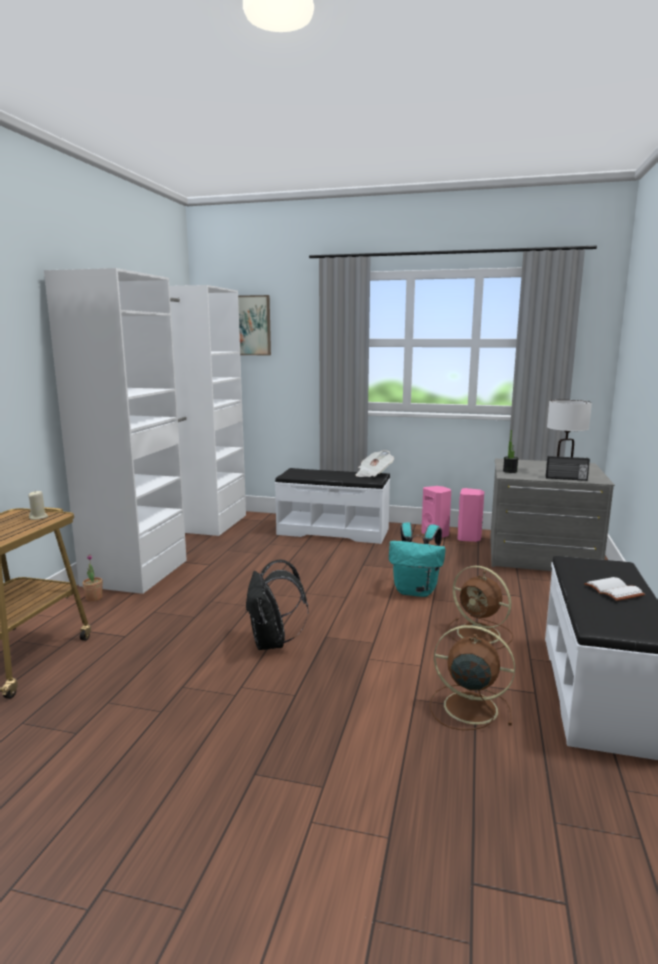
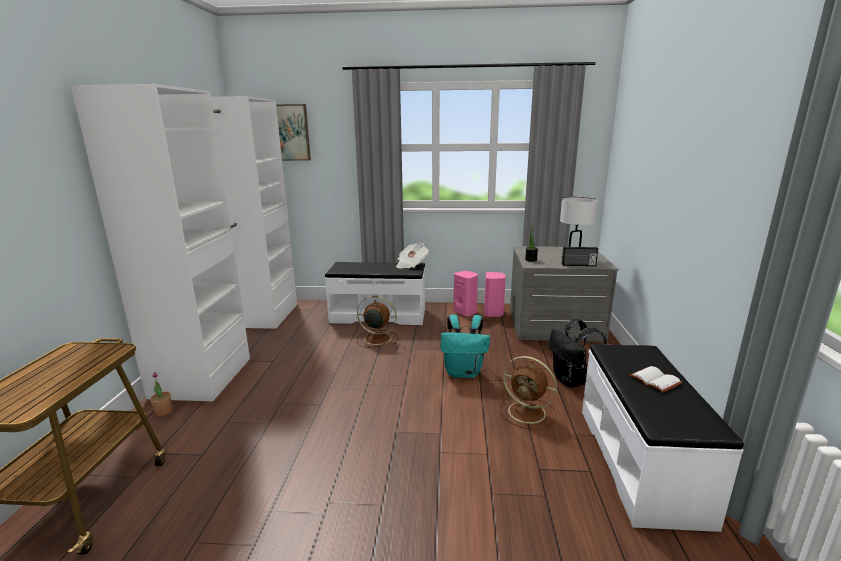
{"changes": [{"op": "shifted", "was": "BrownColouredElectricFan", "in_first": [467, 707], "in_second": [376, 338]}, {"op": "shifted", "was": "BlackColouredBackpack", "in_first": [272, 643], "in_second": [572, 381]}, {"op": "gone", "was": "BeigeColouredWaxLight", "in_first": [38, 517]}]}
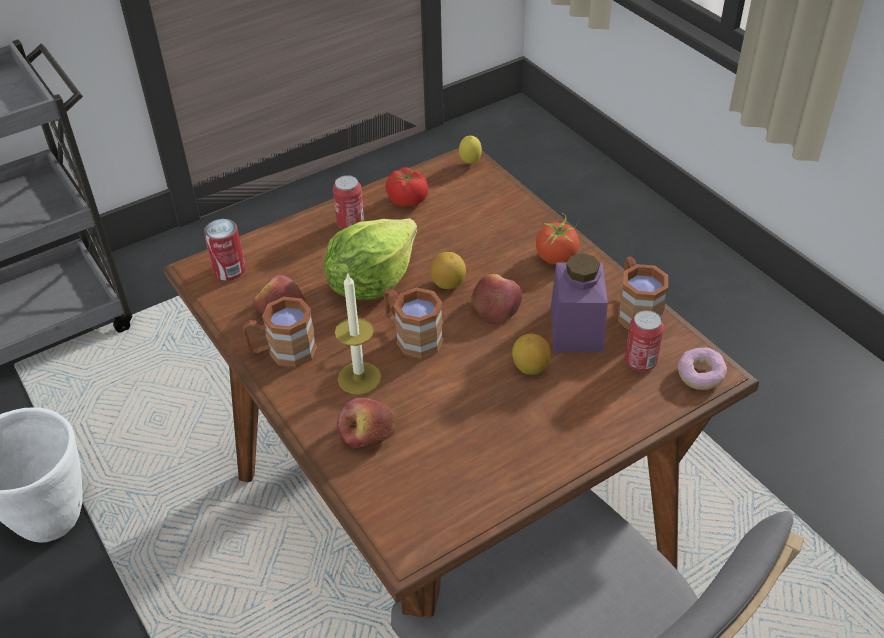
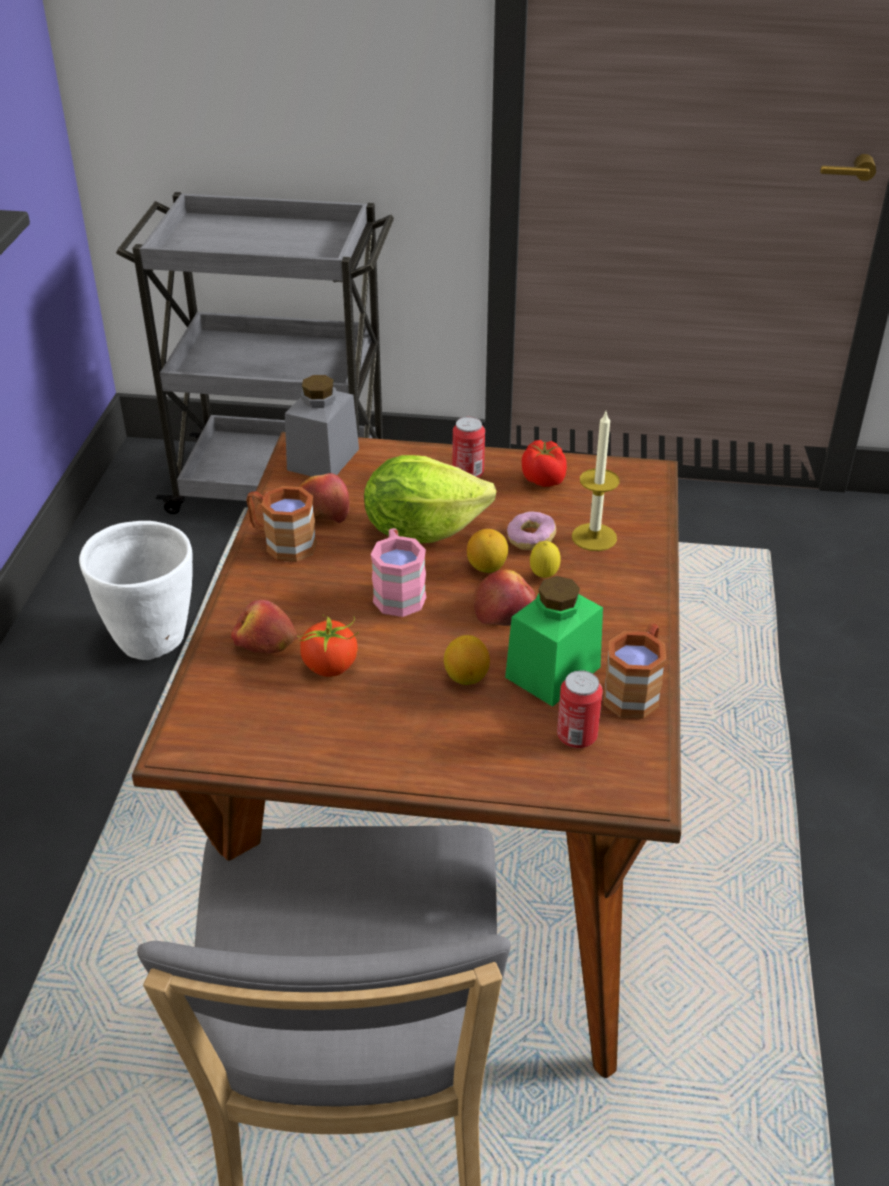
{"changes": [{"op": "swapped", "was": "MetalCan", "now": "GreyPreserveJar", "in_first": [229, 270], "in_second": [323, 459]}, {"op": "shifted", "was": "Tomato", "in_first": [556, 257], "in_second": [330, 666]}, {"op": "repainted", "was": "BrownColouredCoffeeMug", "now": "PinkCoffeeMug", "in_first": [412, 337], "in_second": [398, 591]}, {"op": "repainted", "was": "PurplishPreserveJar", "now": "GreenColouredPreserveJar", "in_first": [576, 329], "in_second": [553, 672]}, {"op": "shifted", "was": "Doughnut", "in_first": [700, 376], "in_second": [531, 540]}, {"op": "shifted", "was": "WholeLemon", "in_first": [470, 163], "in_second": [544, 577]}, {"op": "shifted", "was": "WaxLight", "in_first": [359, 378], "in_second": [594, 537]}]}
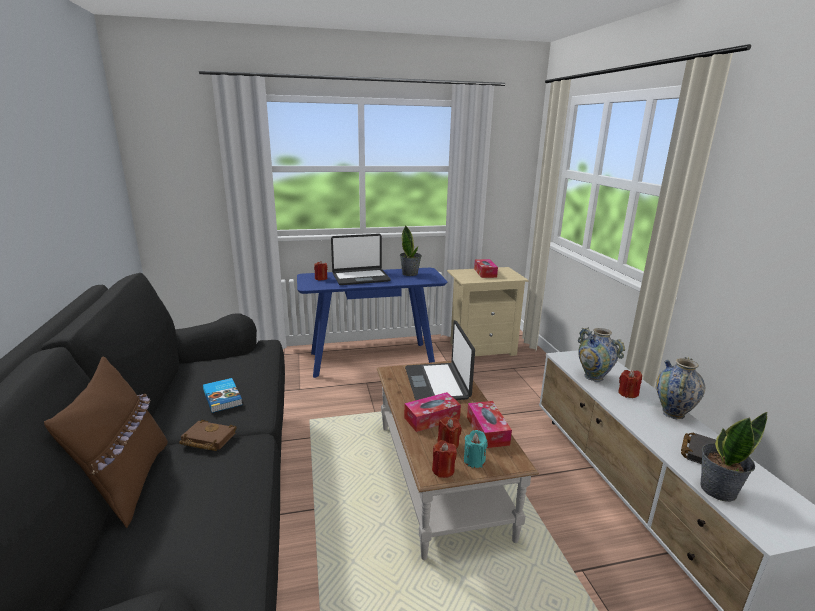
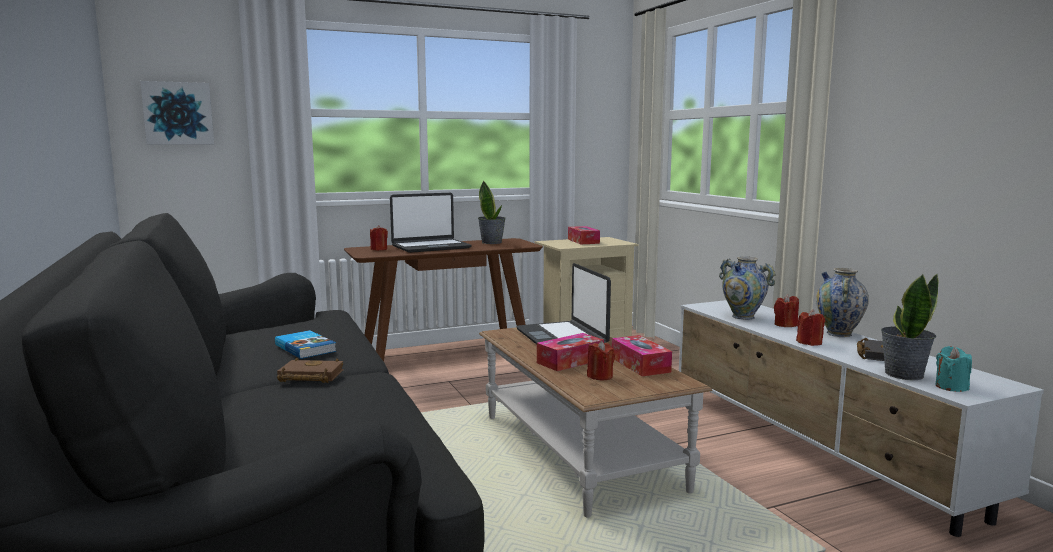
{"changes": [{"op": "new", "now": "WallArt", "in_second": [178, 113]}, {"op": "repainted", "was": "BlueHallTable", "now": "BrownColouredHallTable", "in_first": [372, 359], "in_second": [446, 360]}, {"op": "shifted", "was": "ReddishWaxLight", "in_first": [443, 470], "in_second": [809, 342]}, {"op": "shifted", "was": "TurquoiseColouredWaxLight", "in_first": [474, 460], "in_second": [951, 387]}, {"op": "gone", "was": "BrownColouredThrowPillow", "in_first": [128, 483]}]}
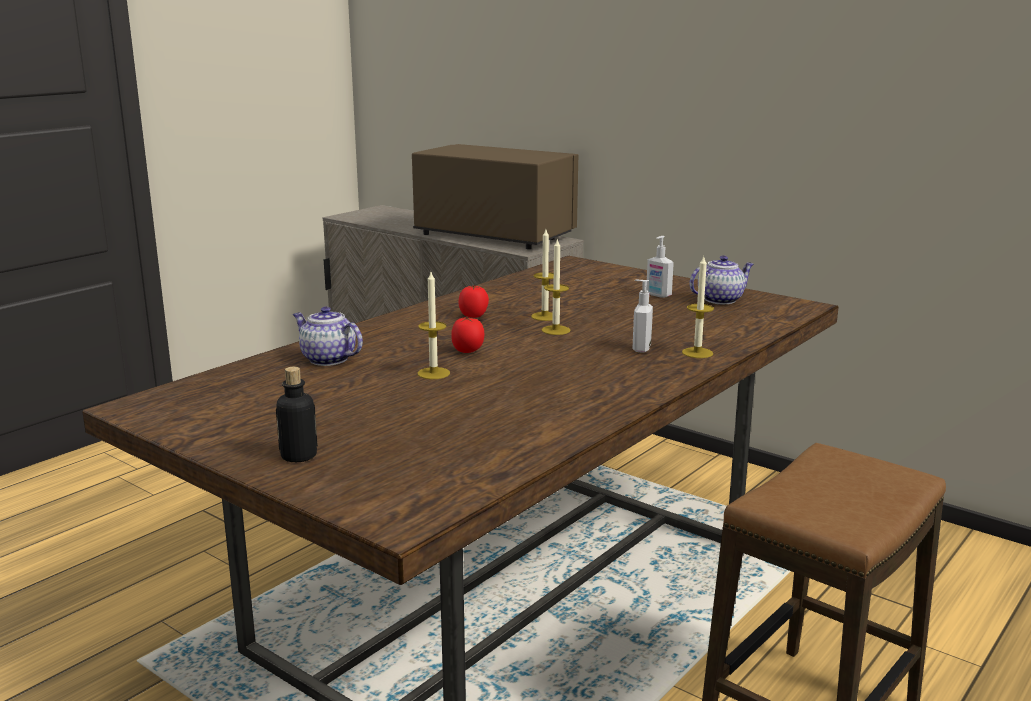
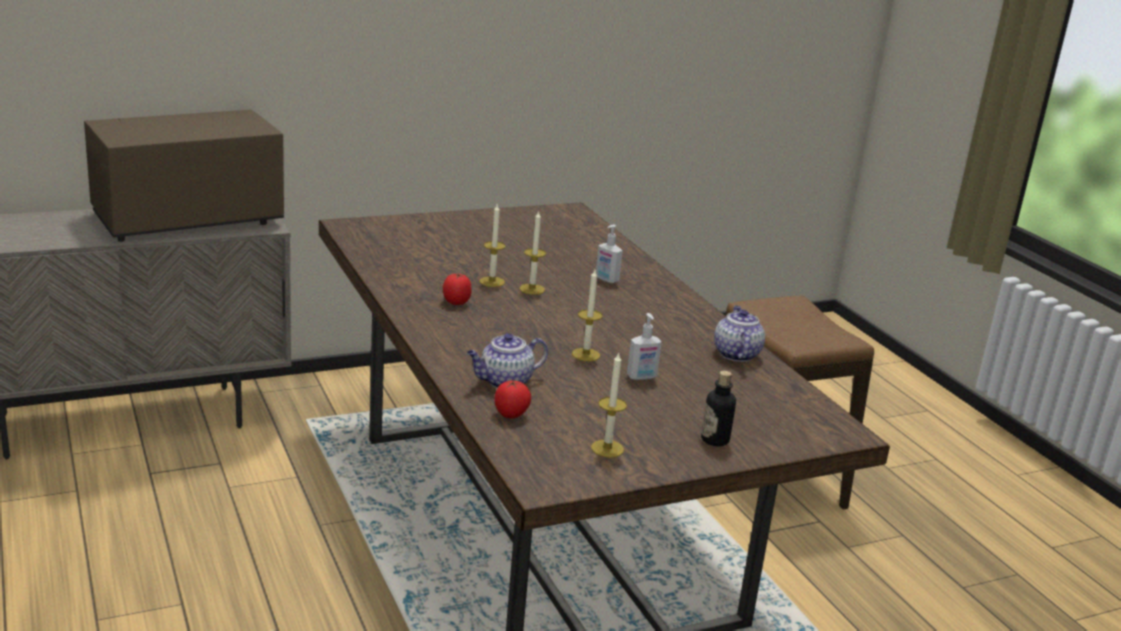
{"changes": [{"op": "shifted", "was": "Tomato", "in_first": [468, 351], "in_second": [511, 415]}, {"op": "shifted", "was": "WaxLight", "in_first": [697, 353], "in_second": [607, 448]}, {"op": "shifted", "was": "LiquidSoapBottle", "in_first": [658, 295], "in_second": [642, 377]}, {"op": "shifted", "was": "Teapot", "in_first": [720, 300], "in_second": [735, 354]}]}
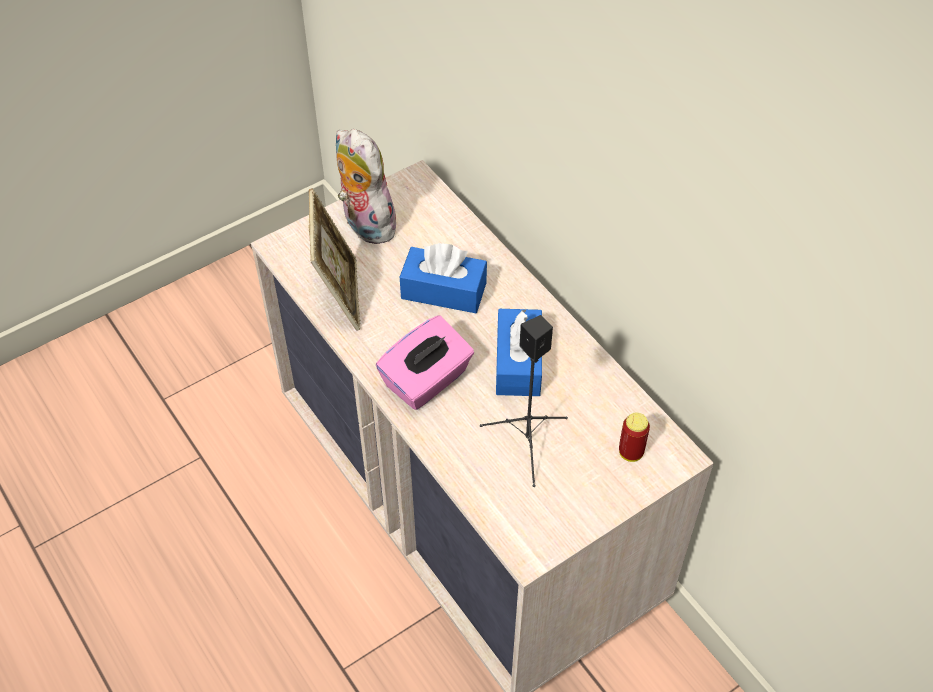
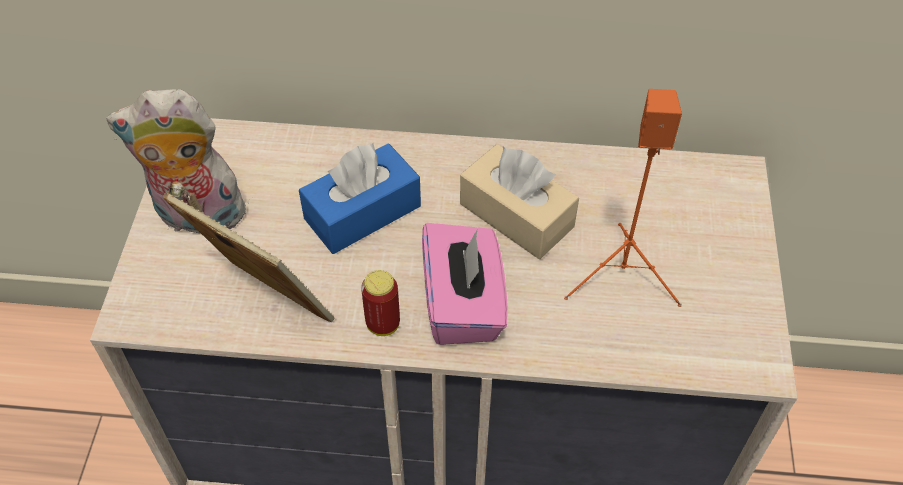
{"changes": [{"op": "shifted", "was": "MetalCan", "in_first": [630, 452], "in_second": [383, 324]}, {"op": "repainted", "was": "BlueBoxOfTissues", "now": "BeigeColouredBoxOfTissues", "in_first": [518, 362], "in_second": [516, 215]}, {"op": "repainted", "was": "BlackColouredSpeaker", "now": "OrangeySpeaker", "in_first": [527, 443], "in_second": [623, 275]}]}
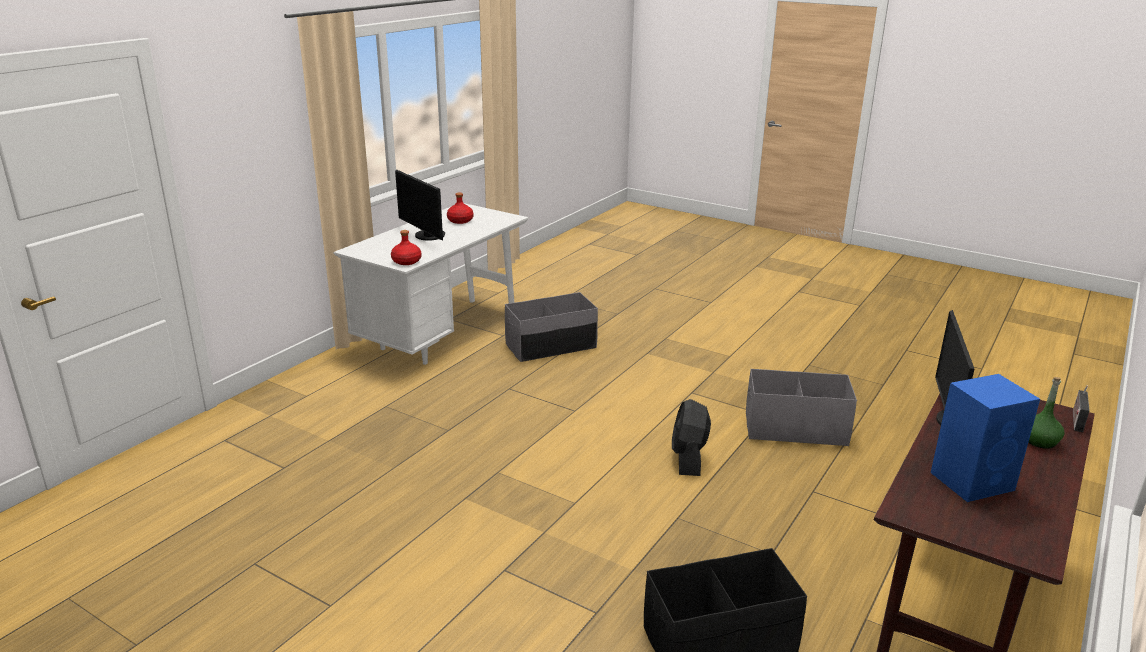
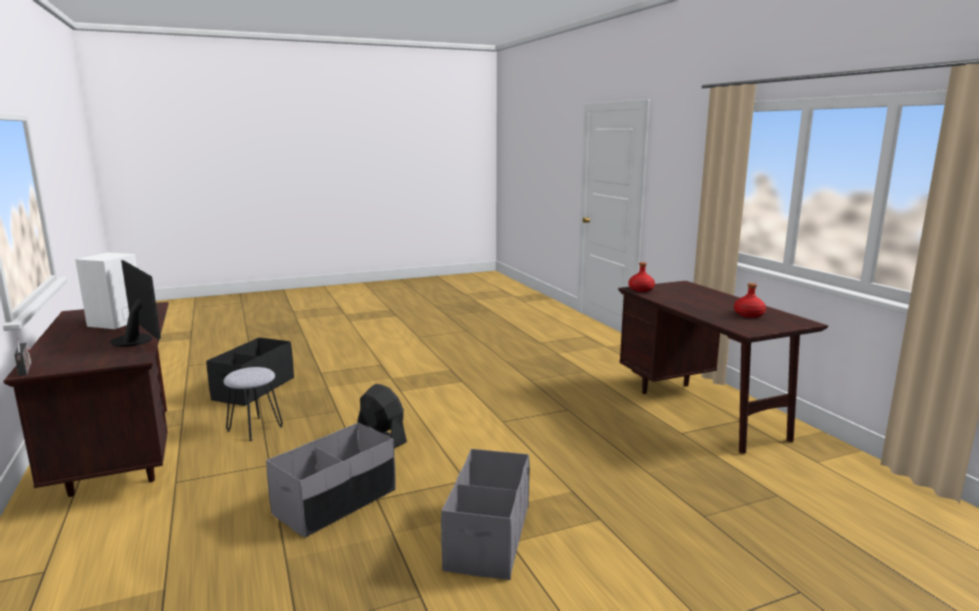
{"changes": [{"op": "repainted", "was": "BlueSpeaker", "now": "WhiteColouredSpeaker", "in_first": [973, 481], "in_second": [115, 322]}, {"op": "new", "now": "GreyStoolSeat", "in_second": [255, 429]}, {"op": "shifted", "was": "GreyStorageBox", "in_first": [551, 346], "in_second": [488, 537]}, {"op": "repainted", "was": "WhiteColouredDesk", "now": "BrownColouredDesk", "in_first": [442, 334], "in_second": [702, 410]}, {"op": "gone", "was": "ComputerScreen", "in_first": [427, 236]}, {"op": "gone", "was": "GreenColouredBeverageBottle", "in_first": [1039, 441]}]}
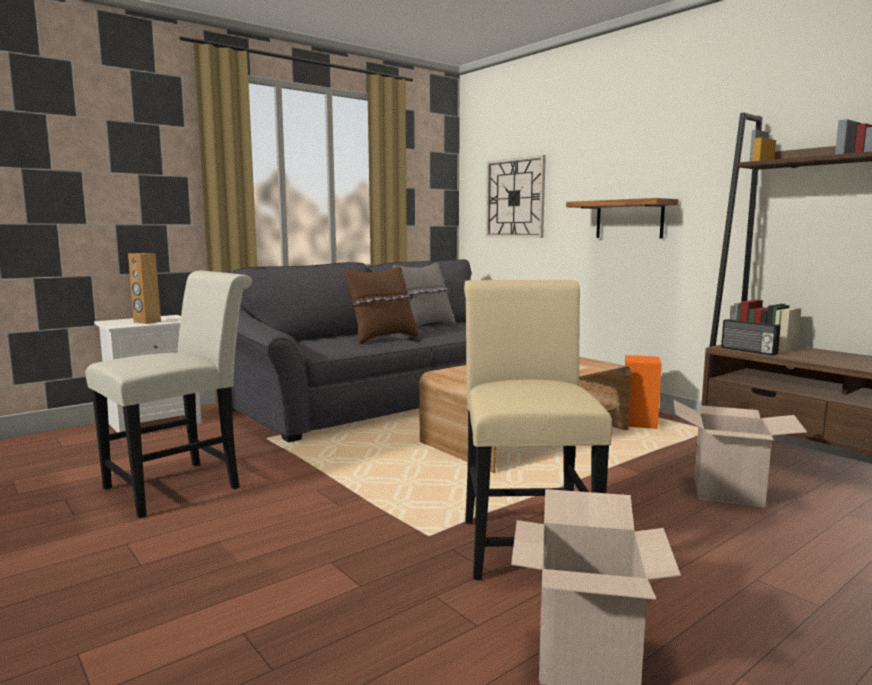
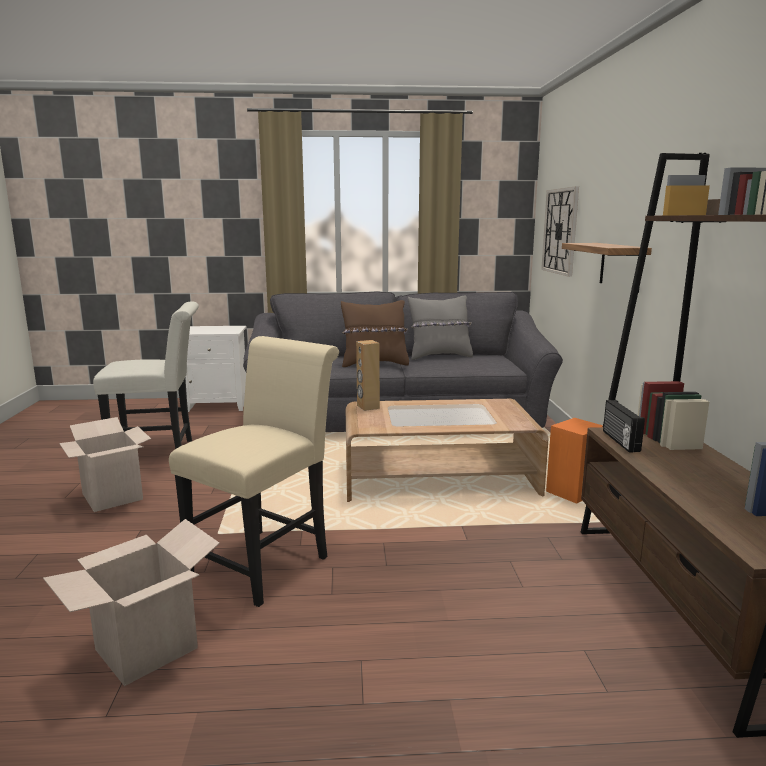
{"changes": [{"op": "shifted", "was": "Carton", "in_first": [728, 492], "in_second": [112, 497]}, {"op": "shifted", "was": "BrownColouredSpeaker", "in_first": [147, 322], "in_second": [367, 407]}]}
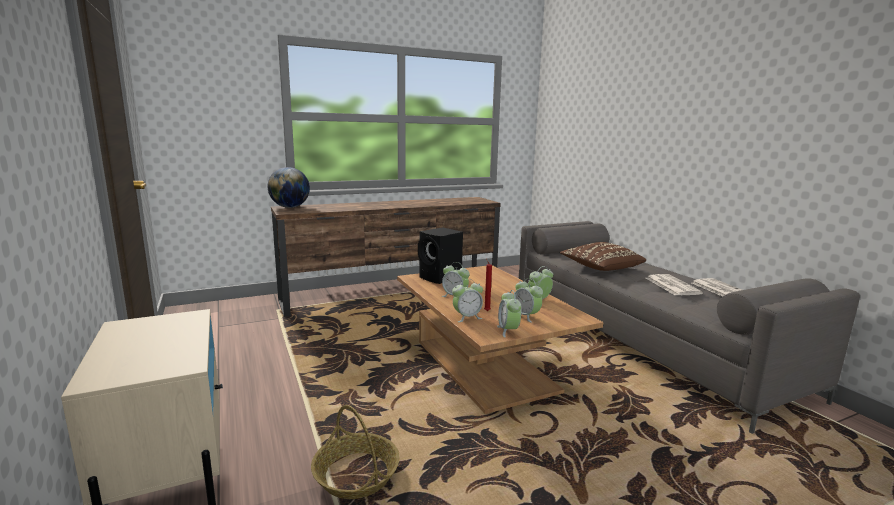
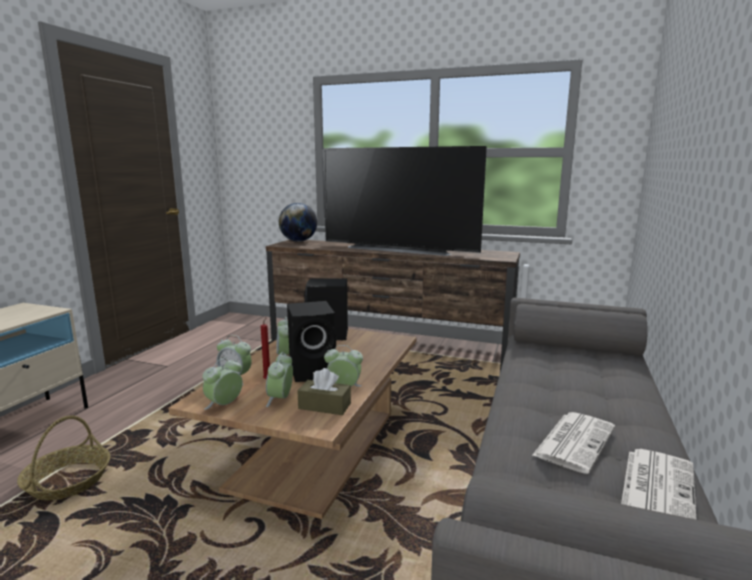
{"changes": [{"op": "new", "now": "BlackColouredSpeaker", "in_second": [314, 371]}, {"op": "new", "now": "BrownColouredBoxOfTissues", "in_second": [324, 406]}, {"op": "new", "now": "Television", "in_second": [400, 249]}, {"op": "gone", "was": "BrownColouredThrowPillow", "in_first": [600, 268]}]}
